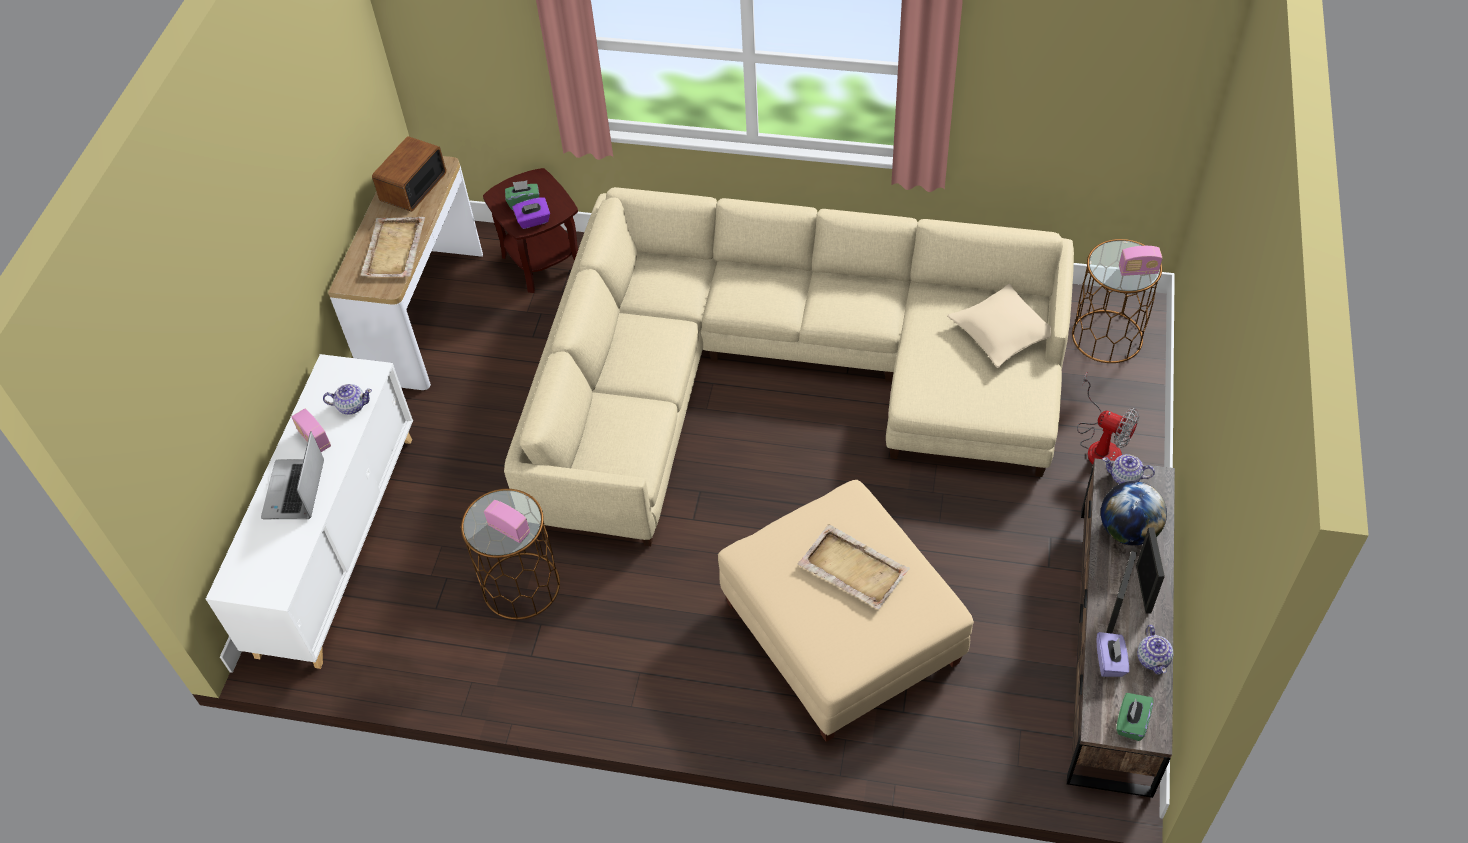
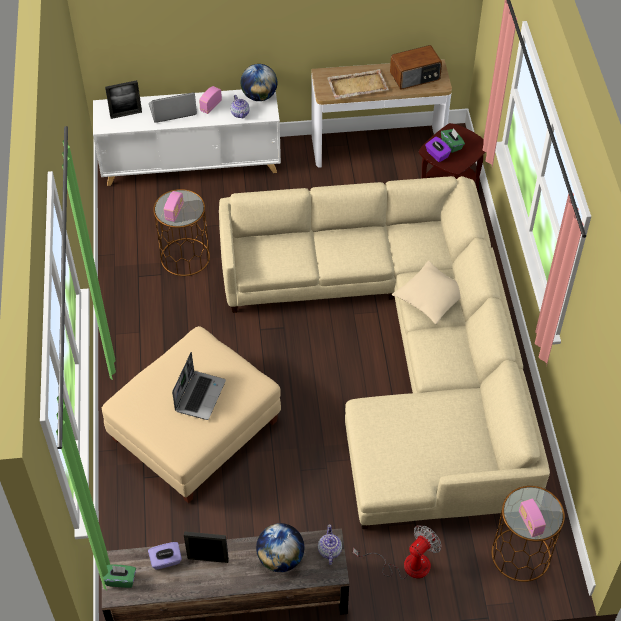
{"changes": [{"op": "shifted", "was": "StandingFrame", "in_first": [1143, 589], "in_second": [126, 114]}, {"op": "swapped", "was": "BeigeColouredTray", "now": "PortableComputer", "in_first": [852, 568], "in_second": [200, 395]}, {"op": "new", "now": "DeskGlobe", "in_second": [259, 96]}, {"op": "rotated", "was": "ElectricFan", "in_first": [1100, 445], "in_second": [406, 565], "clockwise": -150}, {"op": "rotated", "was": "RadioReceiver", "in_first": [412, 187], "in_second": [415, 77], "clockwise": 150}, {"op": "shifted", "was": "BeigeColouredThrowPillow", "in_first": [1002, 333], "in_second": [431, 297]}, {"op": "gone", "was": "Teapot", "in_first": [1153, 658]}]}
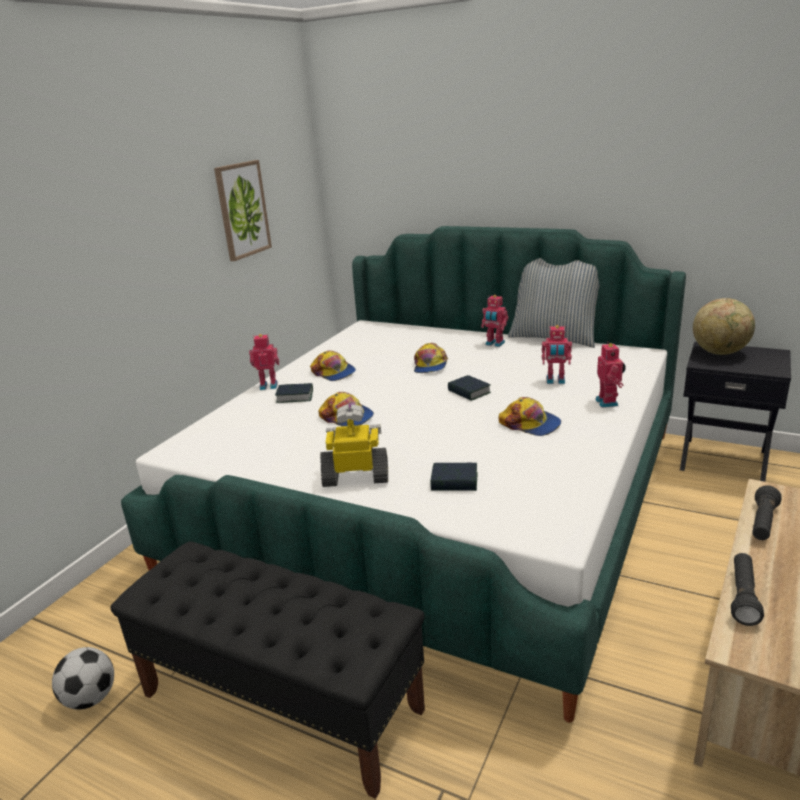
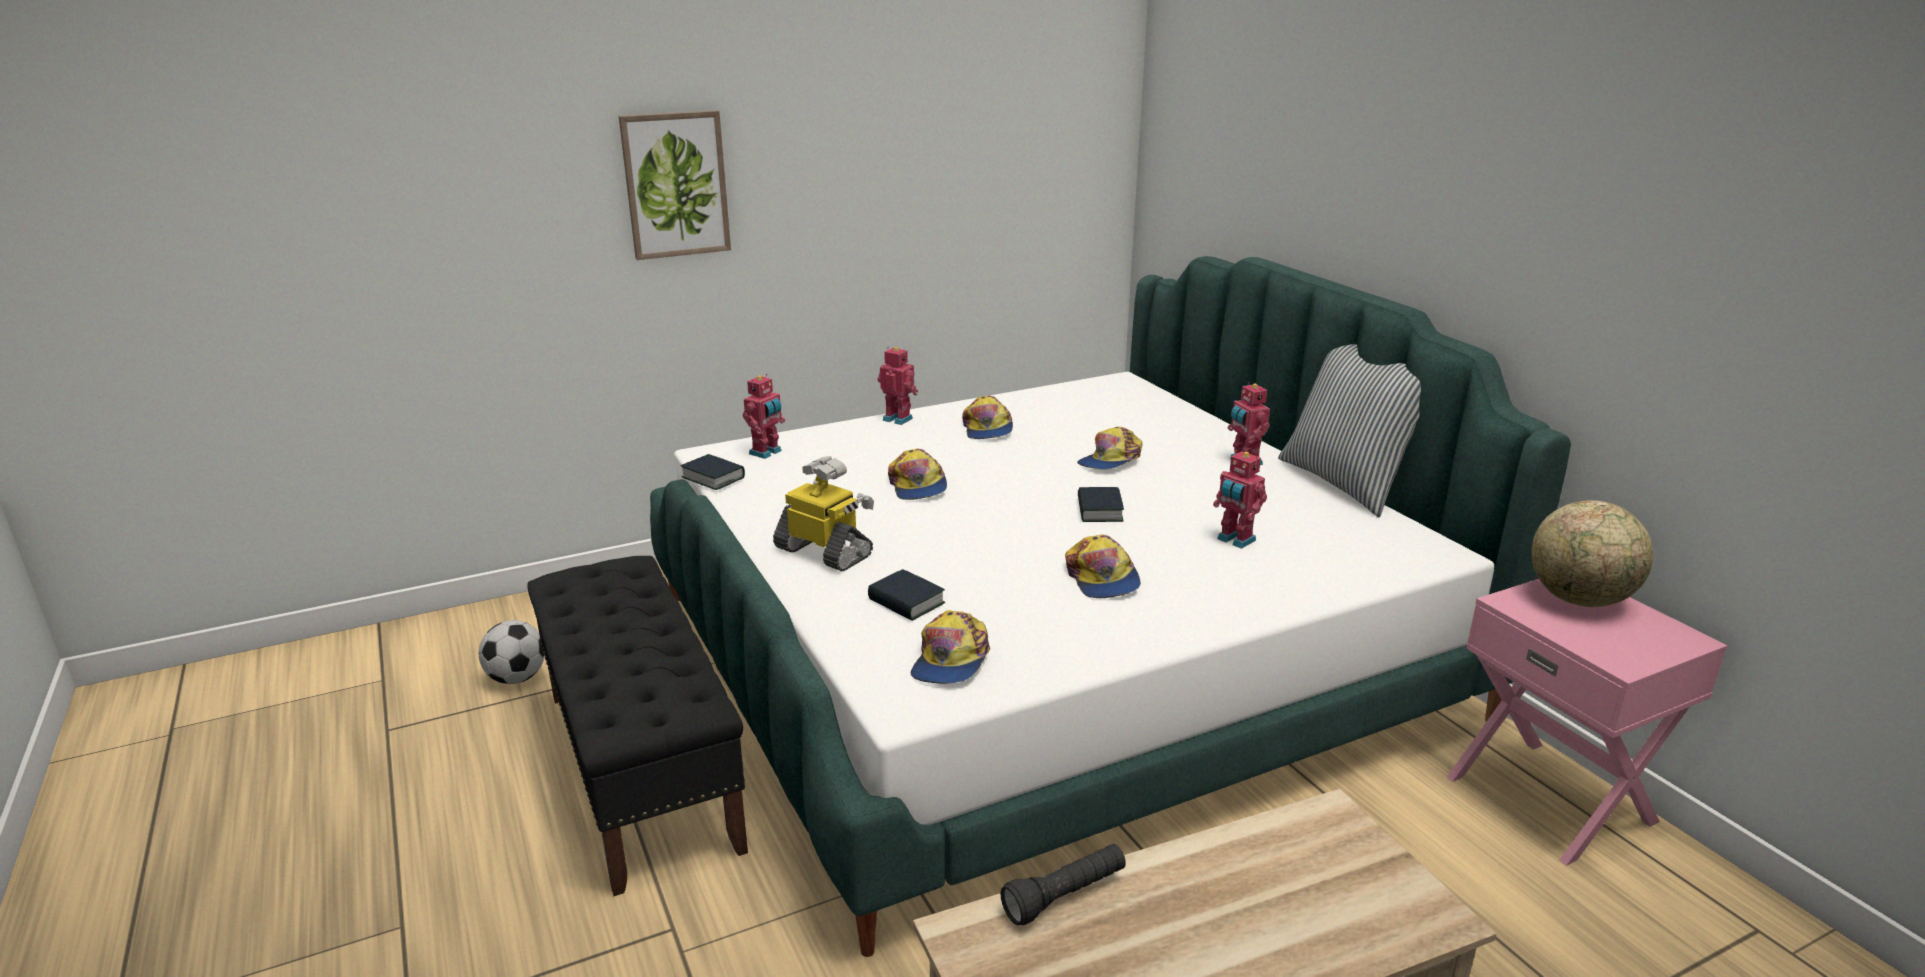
{"changes": [{"op": "shifted", "was": "WallArt", "in_first": [242, 210], "in_second": [675, 184]}, {"op": "shifted", "was": "BoundBook", "in_first": [295, 397], "in_second": [713, 477]}, {"op": "shifted", "was": "ModelRobot", "in_first": [608, 402], "in_second": [767, 453]}, {"op": "new", "now": "Cap", "in_second": [950, 660]}, {"op": "repainted", "was": "BlackColouredNightstand", "now": "PinkNightstand", "in_first": [723, 459], "in_second": [1552, 798]}, {"op": "gone", "was": "BlackColouredFlashlight", "in_first": [763, 523]}]}
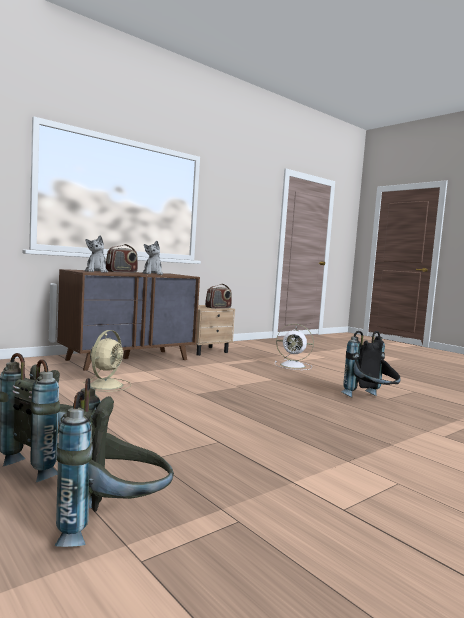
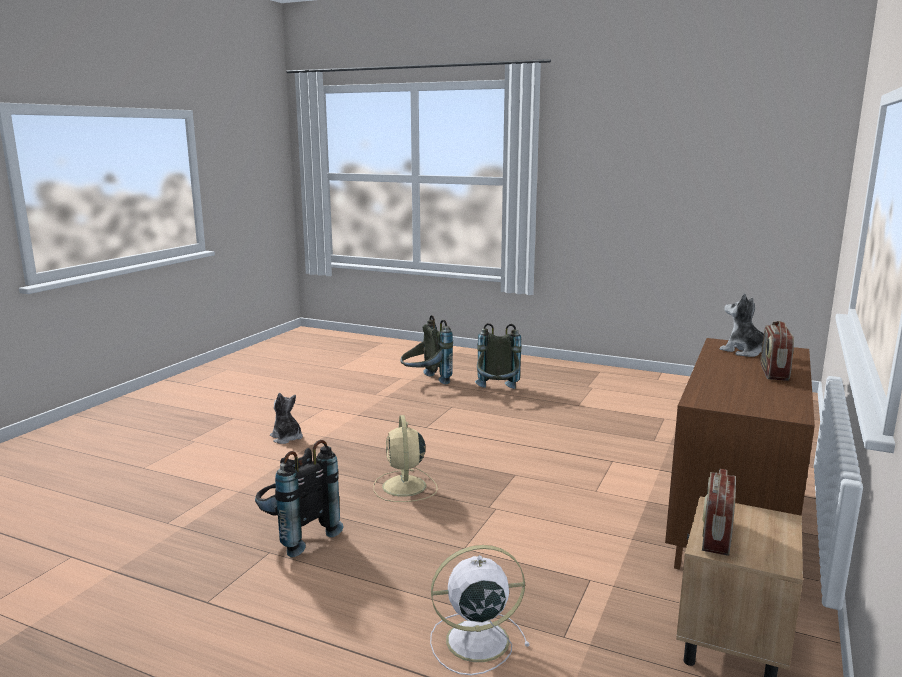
{"changes": [{"op": "shifted", "was": "SoftToy", "in_first": [153, 274], "in_second": [287, 438]}, {"op": "shifted", "was": "BeigeColouredElectricFan", "in_first": [107, 385], "in_second": [404, 487]}]}
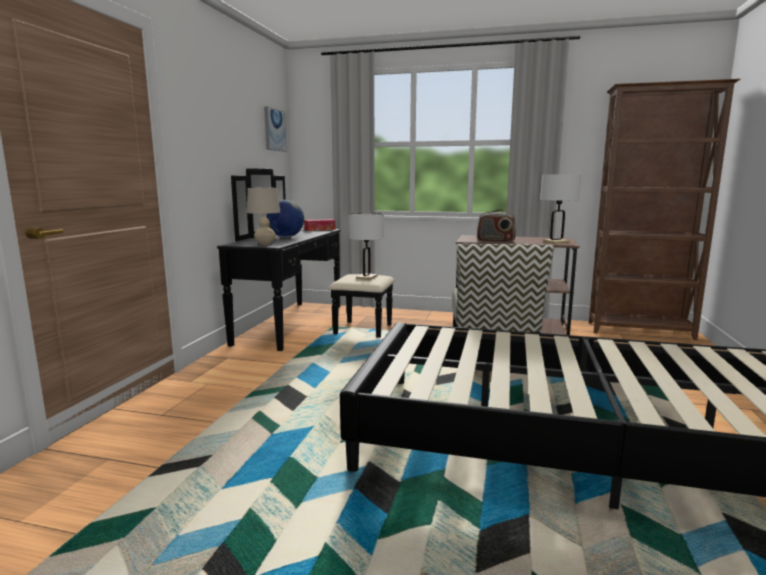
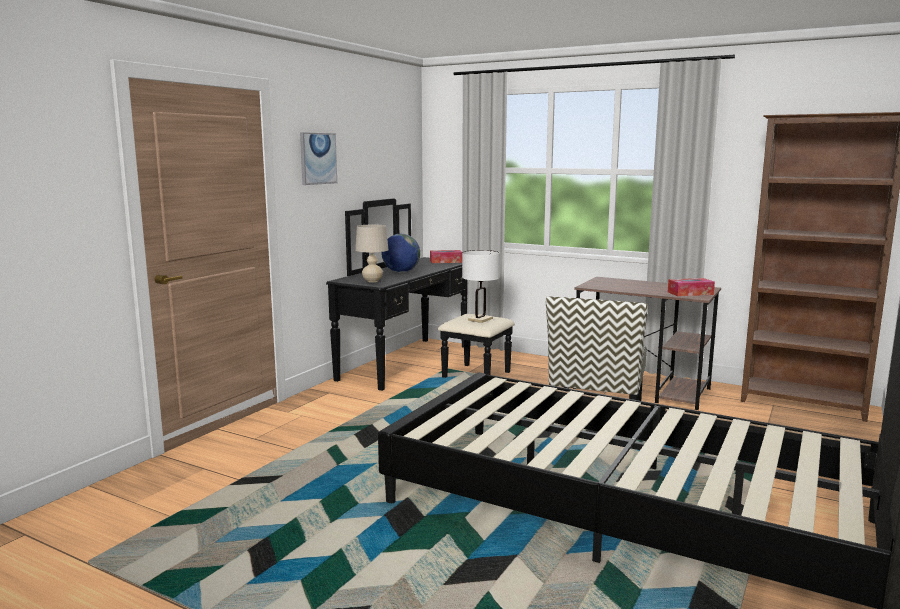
{"changes": [{"op": "shifted", "was": "WallArt", "in_first": [274, 130], "in_second": [317, 158]}, {"op": "swapped", "was": "WhiteColouredTabletopLamp", "now": "BoxOfTissues", "in_first": [556, 242], "in_second": [690, 293]}, {"op": "gone", "was": "RadioReceiver", "in_first": [495, 241]}]}
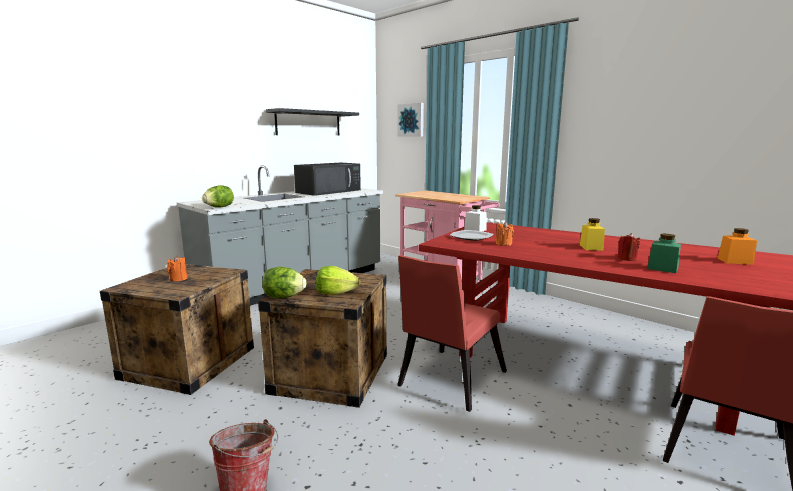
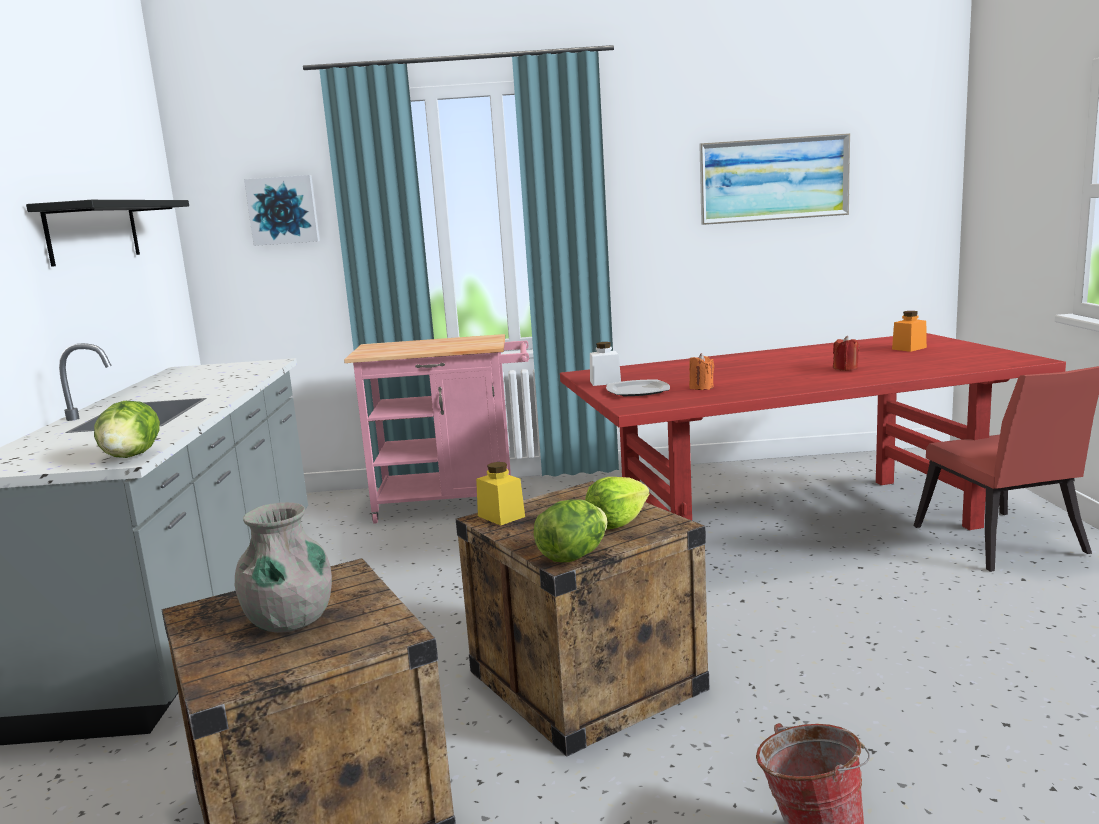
{"changes": [{"op": "swapped", "was": "OrangeyWaxLight", "now": "GreyFlowerVase", "in_first": [178, 279], "in_second": [290, 622]}, {"op": "shifted", "was": "YellowColouredPreserveJar", "in_first": [591, 247], "in_second": [501, 516]}, {"op": "new", "now": "WallArt", "in_second": [773, 179]}, {"op": "gone", "was": "BlackColouredKitchenMicrowave", "in_first": [329, 191]}, {"op": "gone", "was": "ReddishChair", "in_first": [448, 381]}, {"op": "gone", "was": "GreenColouredPreserveJar", "in_first": [662, 268]}]}
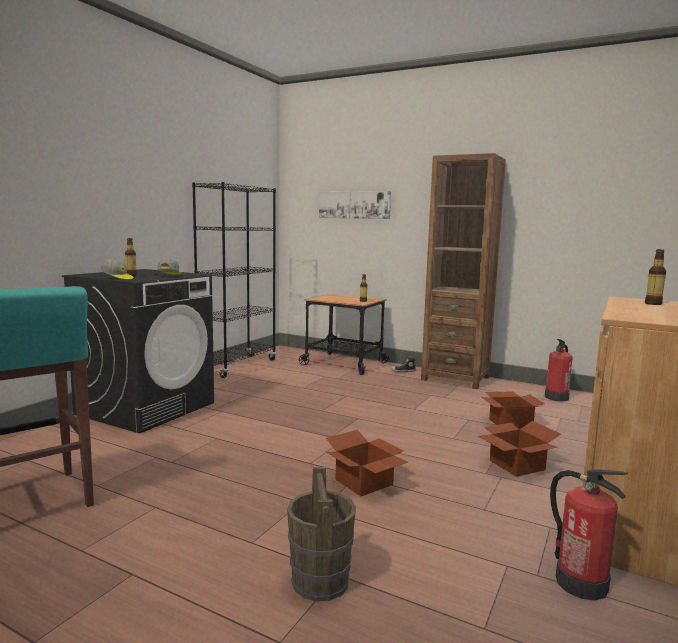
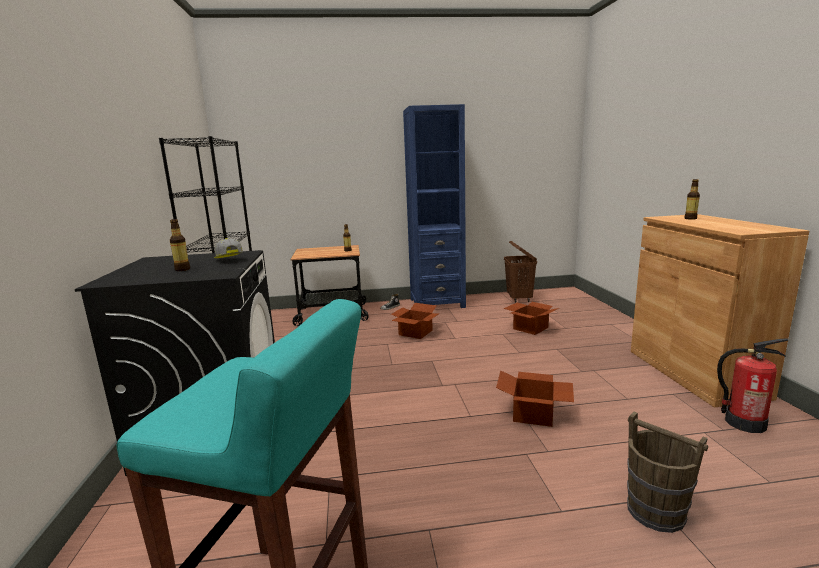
{"changes": [{"op": "shifted", "was": "Carton", "in_first": [515, 465], "in_second": [414, 333]}, {"op": "repainted", "was": "BrownColouredShelvingUnit", "now": "BlueShelvingUnit", "in_first": [455, 378], "in_second": [437, 303]}, {"op": "swapped", "was": "FireExtinguisher", "now": "BrownColouredHamper", "in_first": [557, 397], "in_second": [519, 299]}, {"op": "gone", "was": "Cap", "in_first": [117, 278]}, {"op": "gone", "was": "WallArt", "in_first": [354, 205]}]}
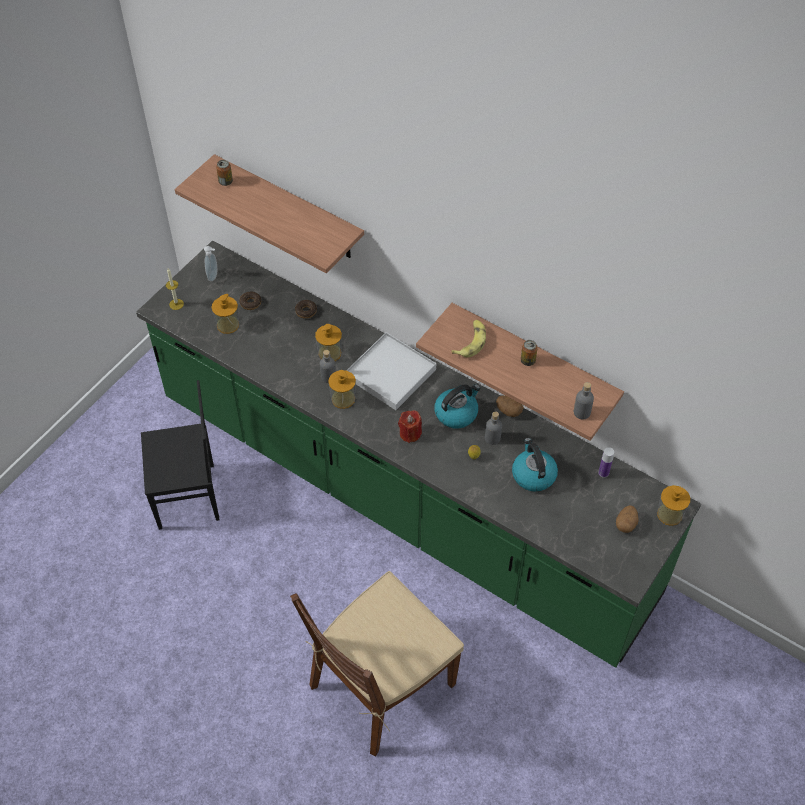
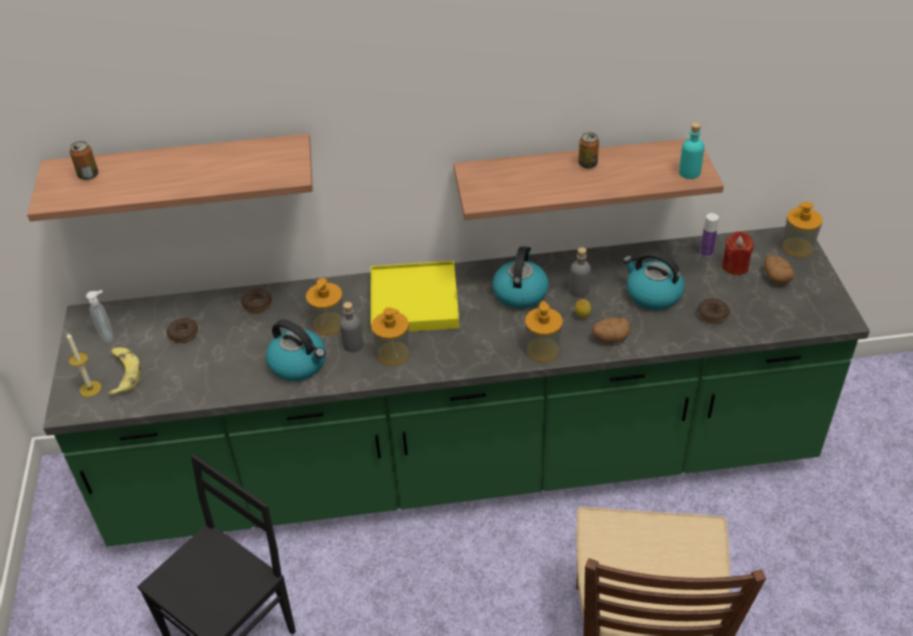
{"changes": [{"op": "shifted", "was": "BananaFruit", "in_first": [471, 342], "in_second": [123, 374]}, {"op": "new", "now": "Kettle", "in_second": [299, 364]}, {"op": "repainted", "was": "WhiteColouredTray", "now": "YellowColouredTray", "in_first": [391, 373], "in_second": [414, 301]}, {"op": "shifted", "was": "LiquidSoapBottle", "in_first": [228, 325], "in_second": [542, 350]}, {"op": "shifted", "was": "Spud", "in_first": [508, 411], "in_second": [610, 338]}, {"op": "repainted", "was": "GreyBeverageBottle", "now": "TurquoiseColouredBeverageBottle", "in_first": [581, 412], "in_second": [689, 172]}, {"op": "new", "now": "Doughnut", "in_second": [712, 314]}, {"op": "shifted", "was": "ReddishWaxLight", "in_first": [410, 433], "in_second": [735, 266]}]}
